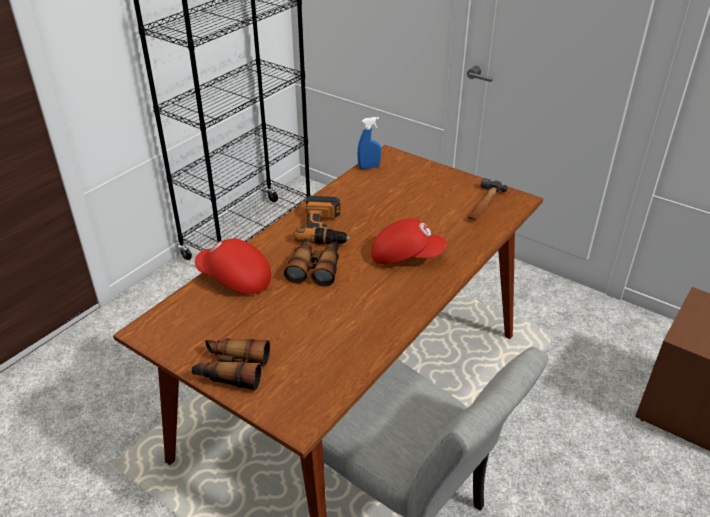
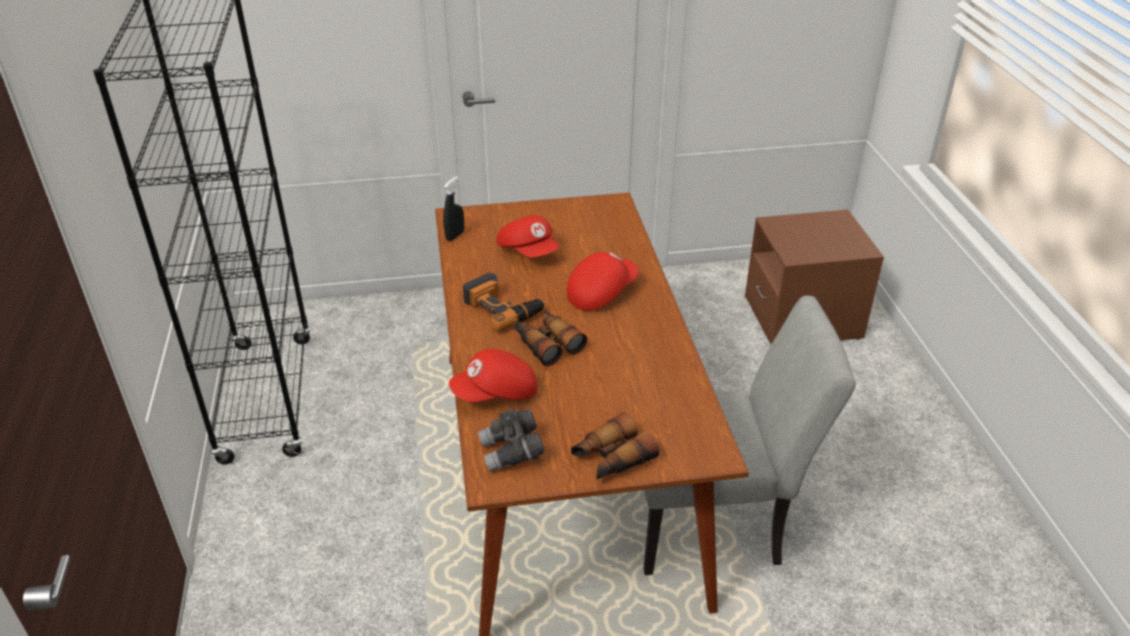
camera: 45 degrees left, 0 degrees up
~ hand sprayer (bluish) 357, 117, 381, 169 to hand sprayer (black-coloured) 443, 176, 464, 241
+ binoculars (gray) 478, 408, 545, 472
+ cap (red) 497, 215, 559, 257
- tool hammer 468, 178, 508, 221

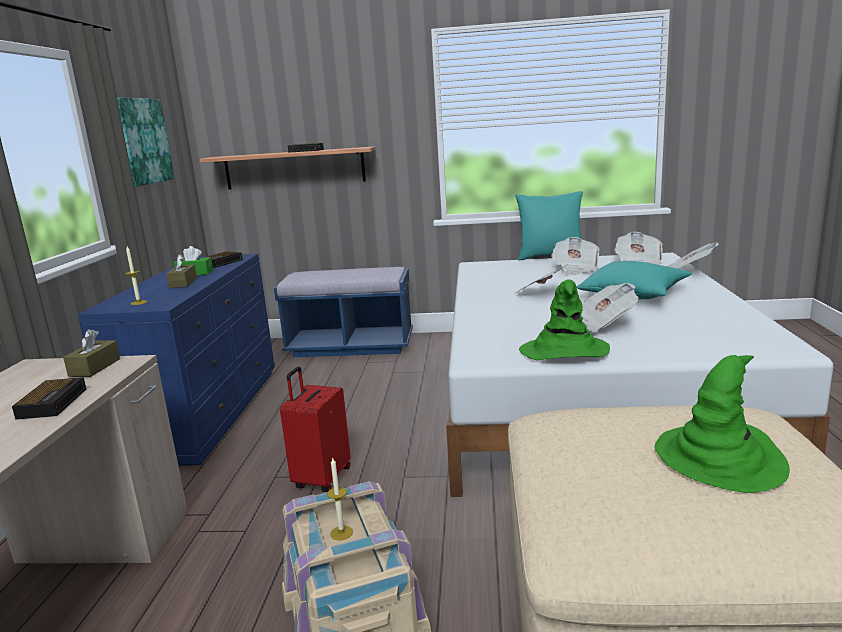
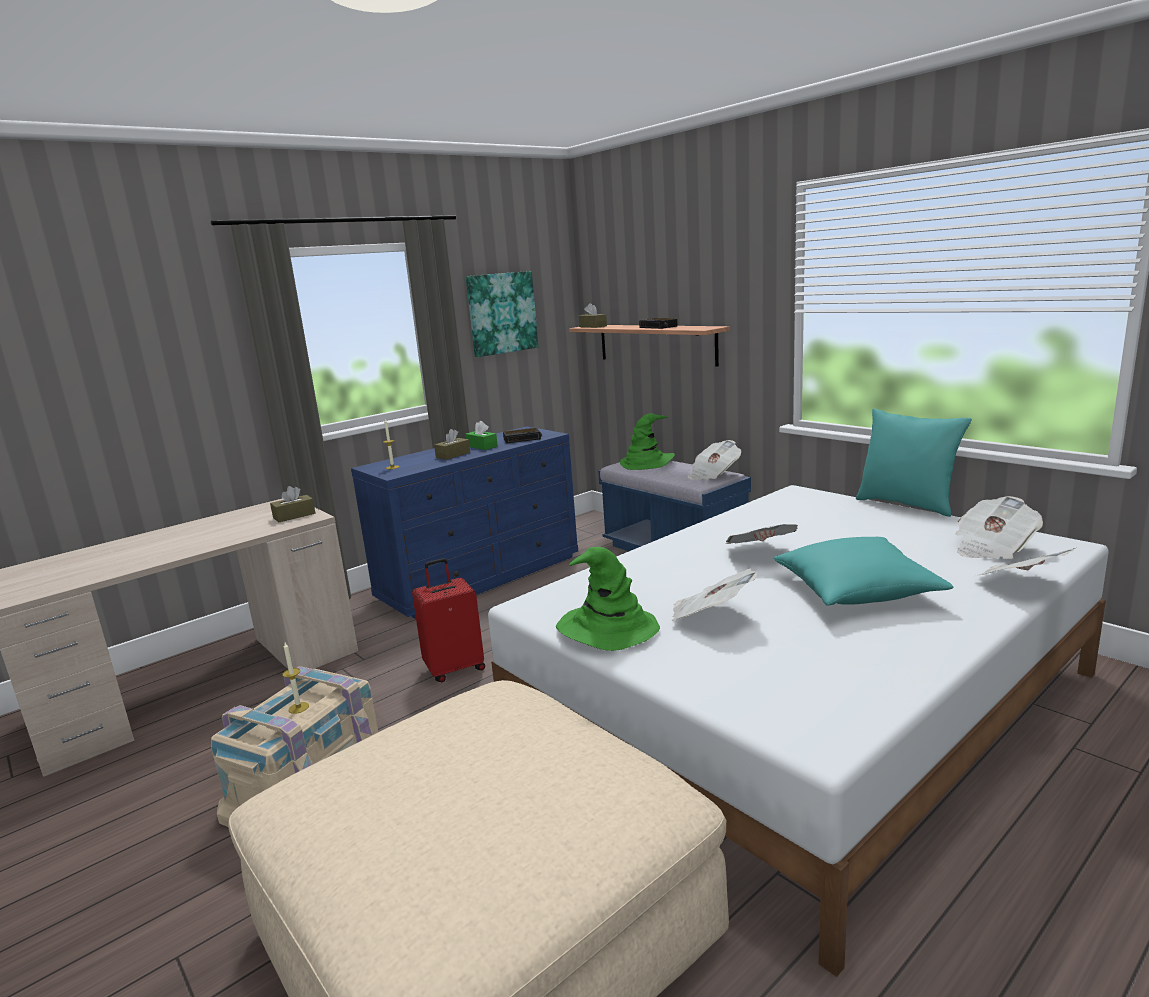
camera: 45 degrees right, 0 degrees up
+ box of tissues (brown) 579, 303, 607, 328
~ wearable hat (green) 655, 355, 790, 493 to 620, 413, 675, 470
~ daily paper 551, 237, 600, 275 to 687, 440, 741, 480
- bedside clock 12, 377, 86, 420

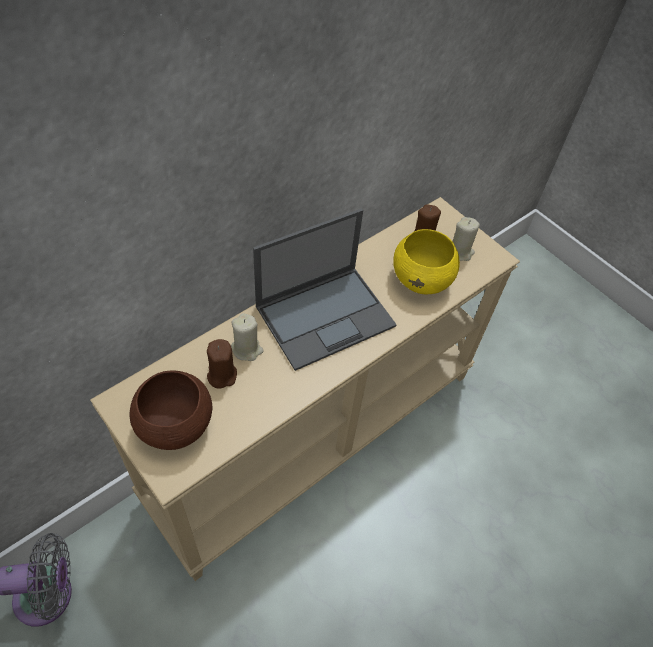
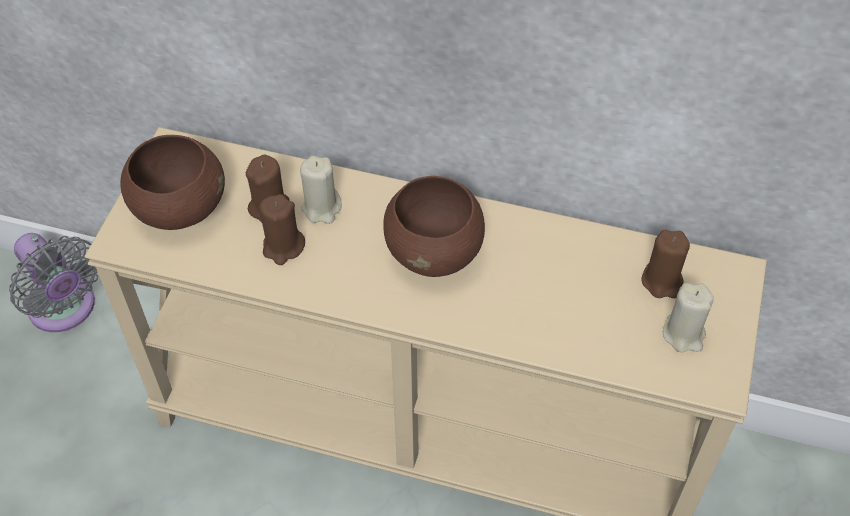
camera: 60 degrees right, 0 degrees up
+ candle (brown) 259, 194, 305, 265
~ notebook computer 253, 208, 397, 371 to deep dish (brown) 383, 176, 485, 277
- deep dish (yellow-coloured) 393, 229, 460, 294

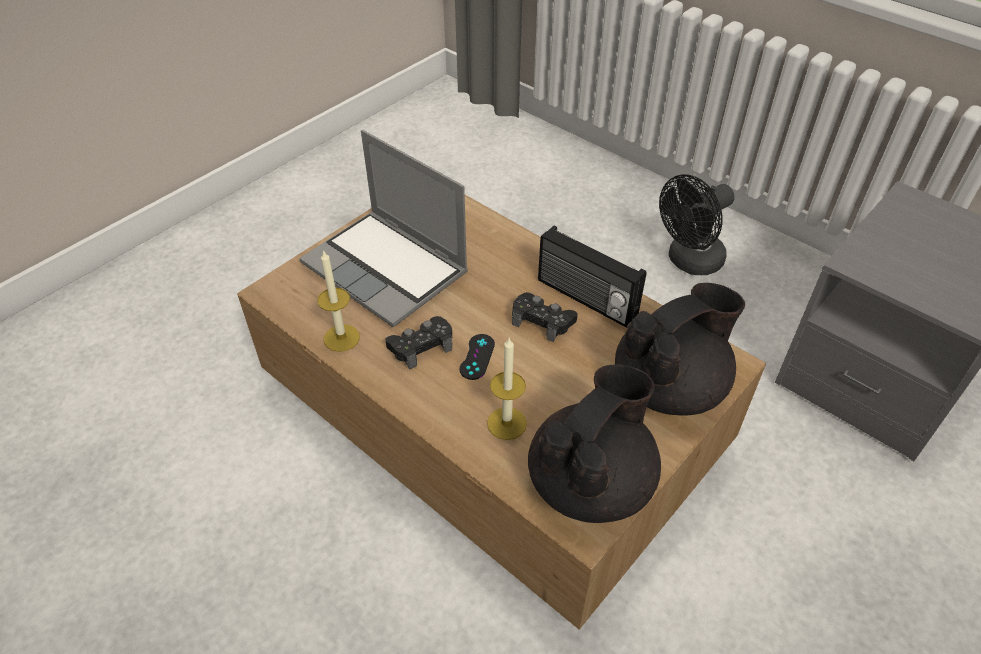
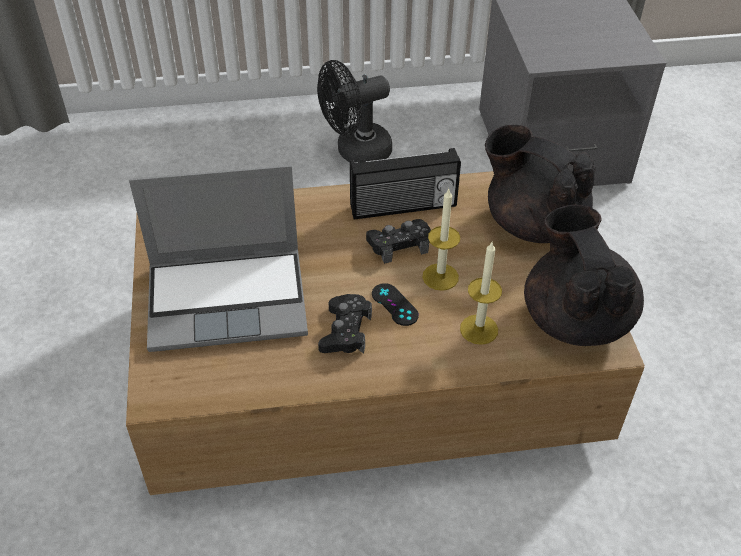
camera: 50 degrees left, 0 degrees up
~ cooling fan (black-coloured) 659, 174, 735, 275 = 317, 60, 392, 163 60 degrees clockwise
~ candle 317, 250, 360, 352 to 422, 189, 460, 291
~ pot for tea (black-coloured) 615, 283, 745, 416 = 485, 125, 595, 243 60 degrees counterclockwise

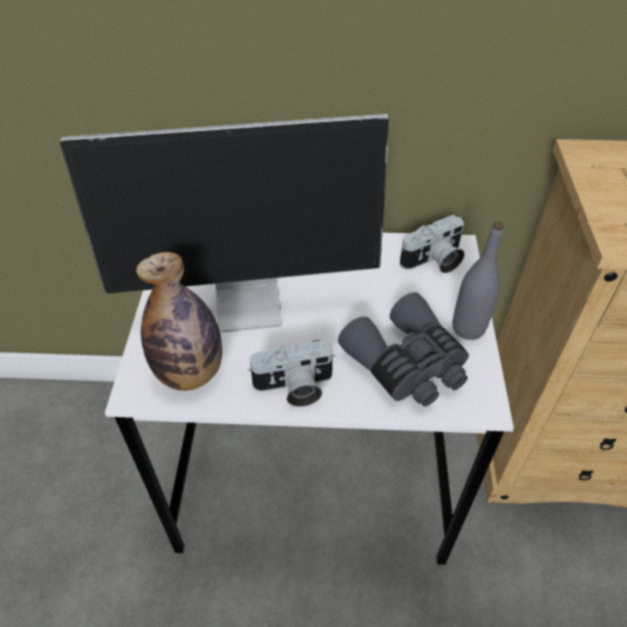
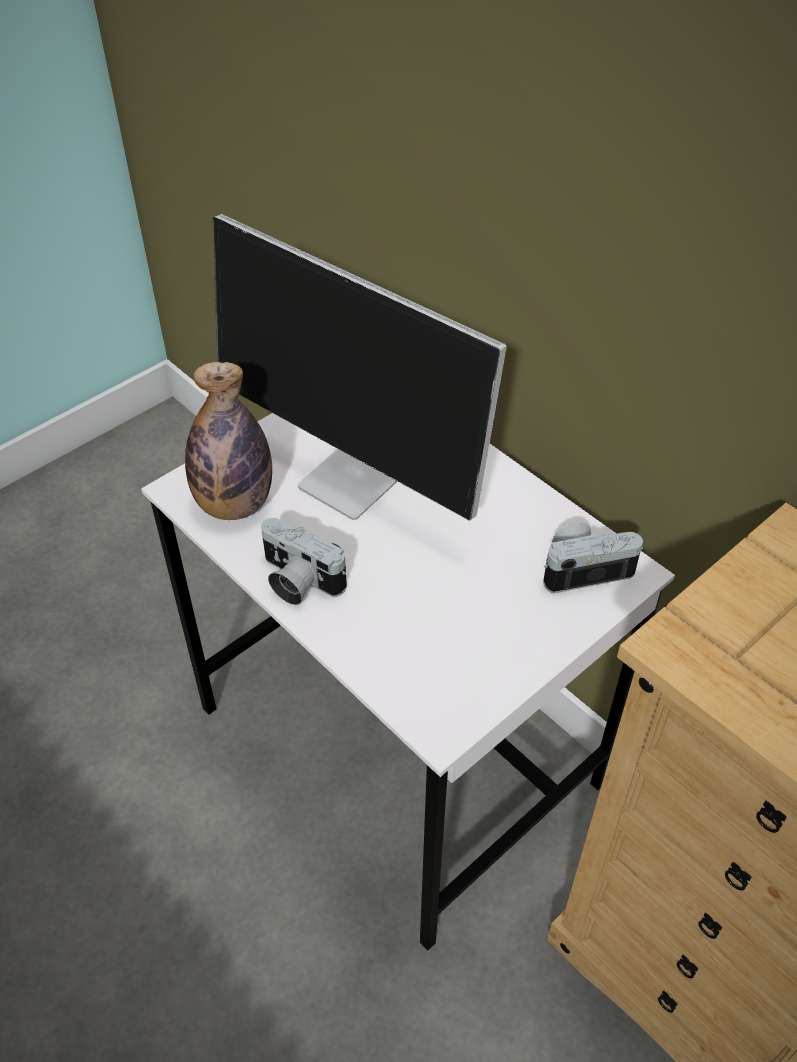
camera: 45 degrees right, 0 degrees up
~ photo camera 400, 215, 465, 273 = 543, 523, 643, 593 150 degrees clockwise
- binoculars (gray) 338, 292, 469, 406
- drink bottle (gray) 453, 221, 504, 340

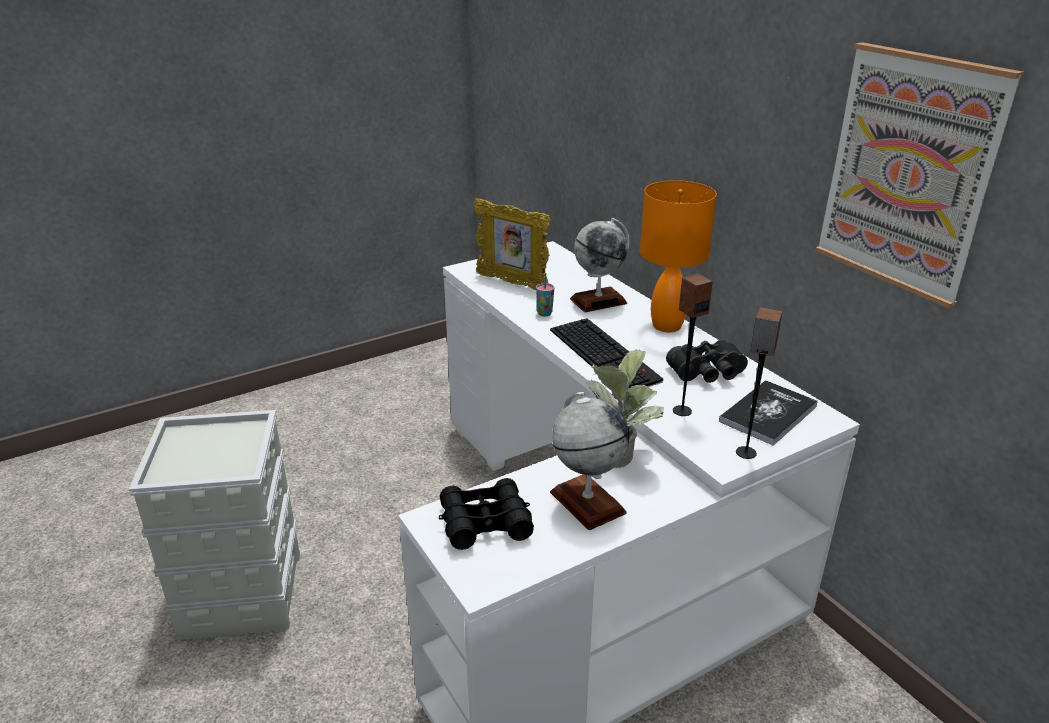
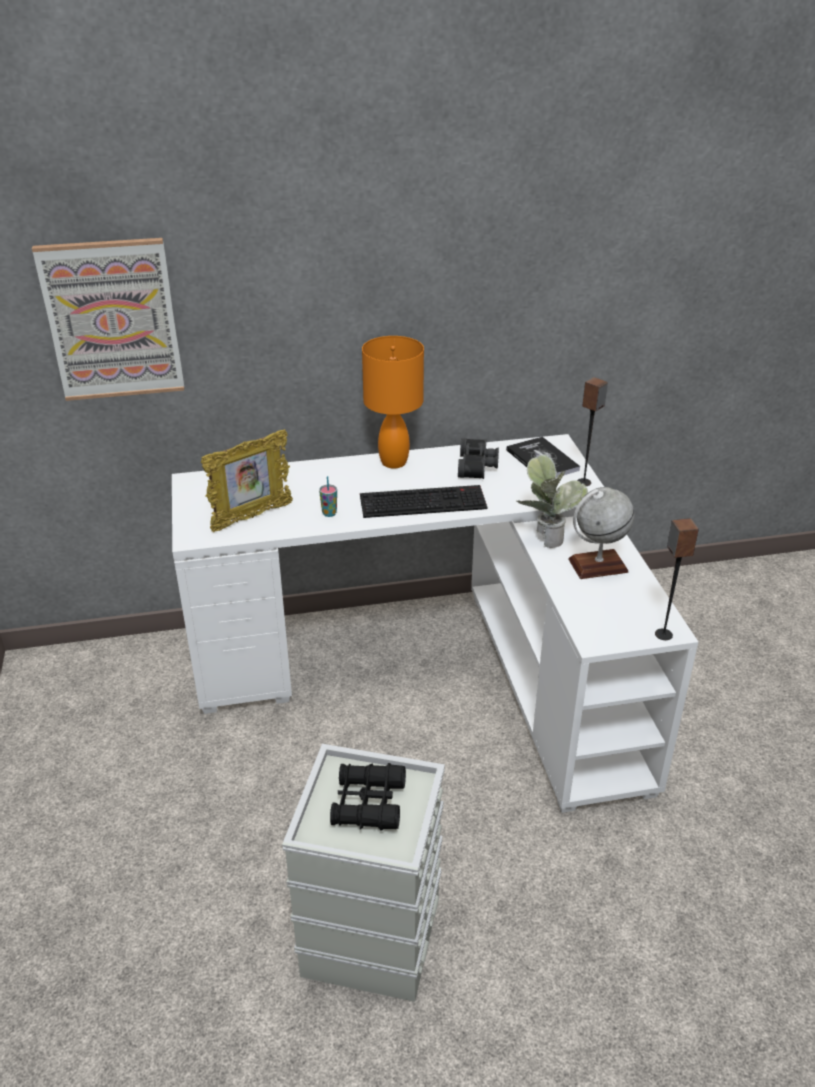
camera: 70 degrees left, 5 degrees up
~ wall picture 815, 42, 1024, 308 to 32, 238, 184, 401
~ binoculars (black-coloured) 439, 478, 534, 550 to 330, 763, 406, 830
~ loudspeaker 673, 273, 713, 416 to 655, 518, 699, 640
- desk globe 570, 218, 630, 312

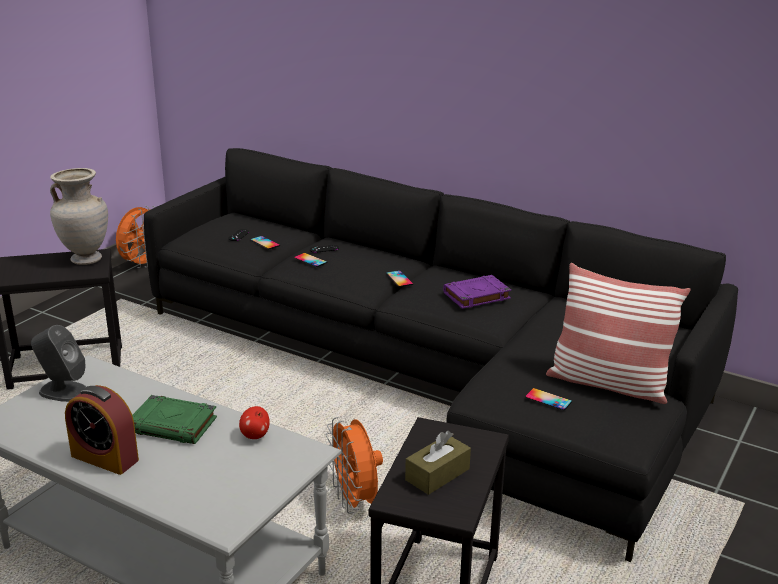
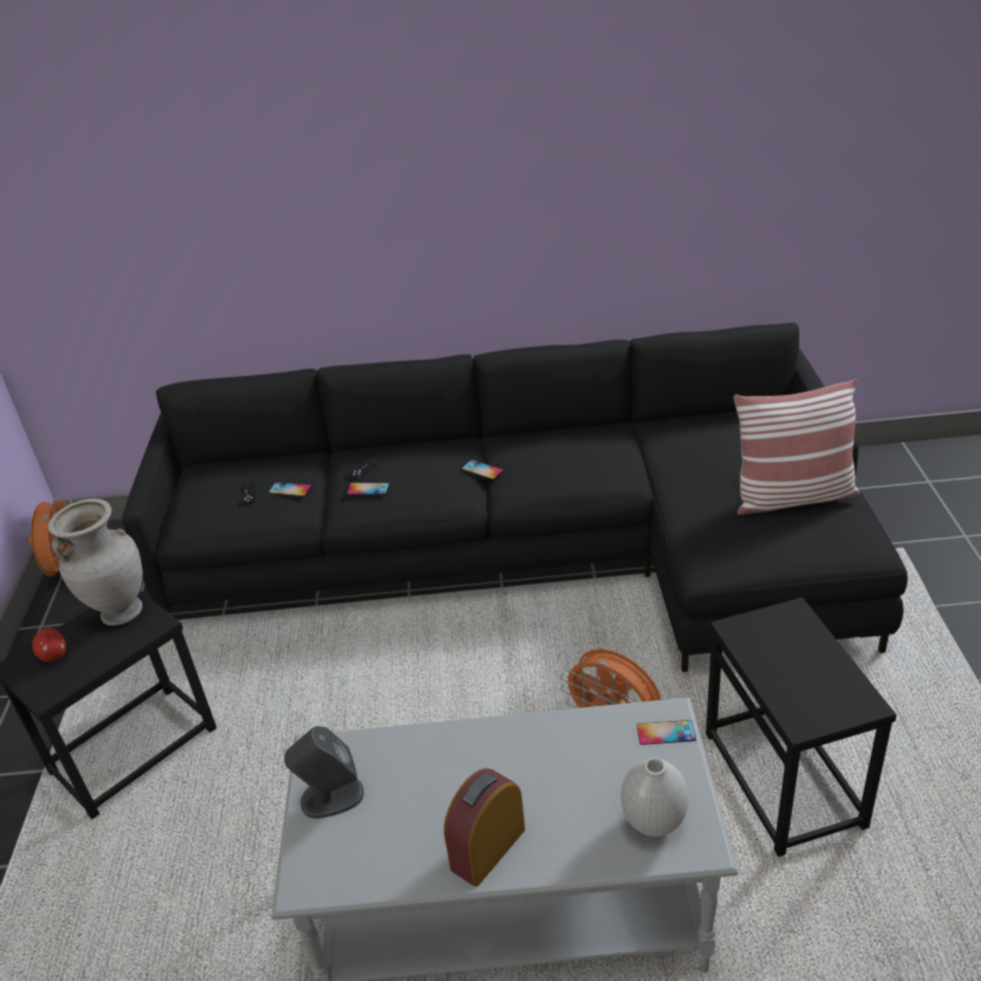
camera: 30 degrees left, 10 degrees up
~ apple fruit 239, 406, 270, 439 to 32, 628, 66, 662
~ bedside clock 65, 385, 139, 475 = 444, 768, 525, 887 135 degrees clockwise
+ decorative vase (whitish) 621, 758, 689, 837
~ telephone 526, 388, 572, 410 to 637, 720, 696, 745
- volume (green) 132, 395, 217, 444
- box of tissues (brown) 405, 431, 471, 495
- volume (purple) 443, 275, 511, 309

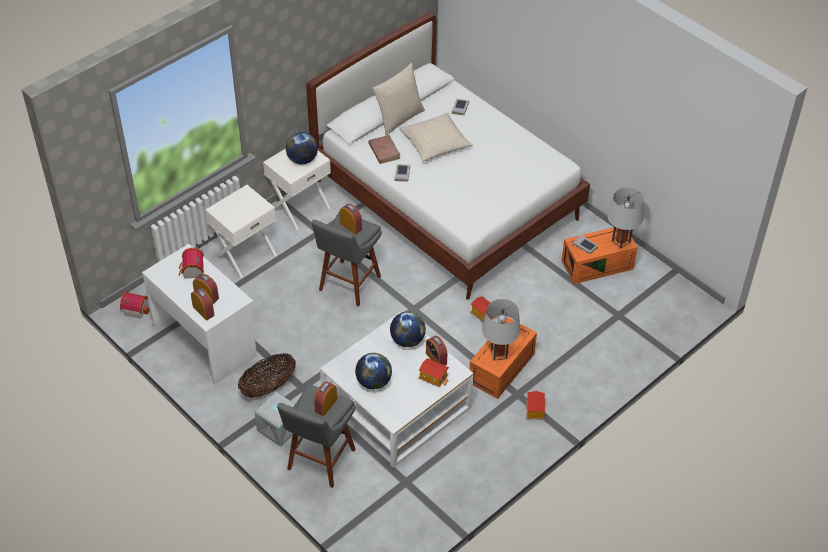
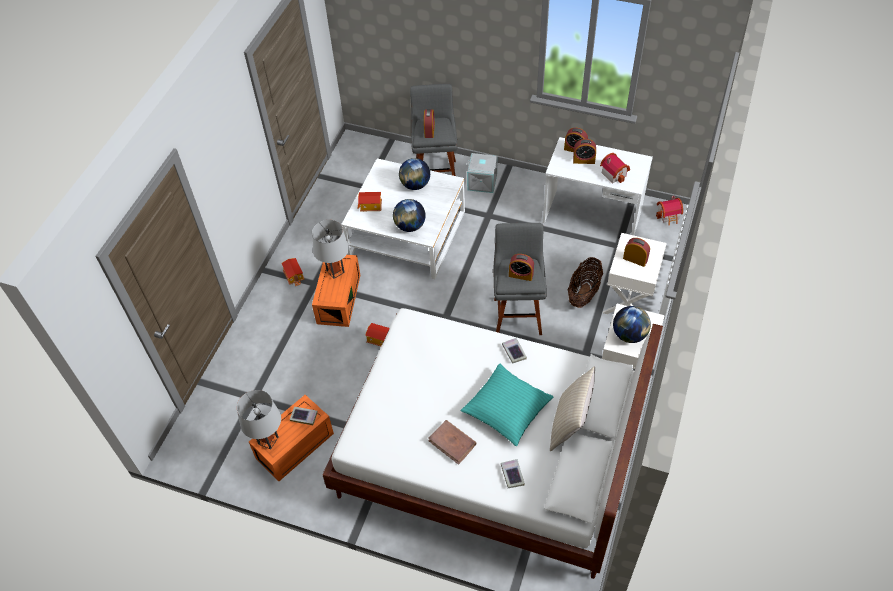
camera: 155 degrees right, 5 degrees up
~ volume (brown) 368, 135, 400, 164 to 428, 420, 476, 465
~ throw pillow (beige) 400, 113, 473, 162 to throw pillow (blue-green) 460, 363, 554, 446
~ basket 238, 353, 296, 398 to 568, 257, 603, 308
~ bedside clock 426, 336, 447, 366 to 623, 238, 650, 267

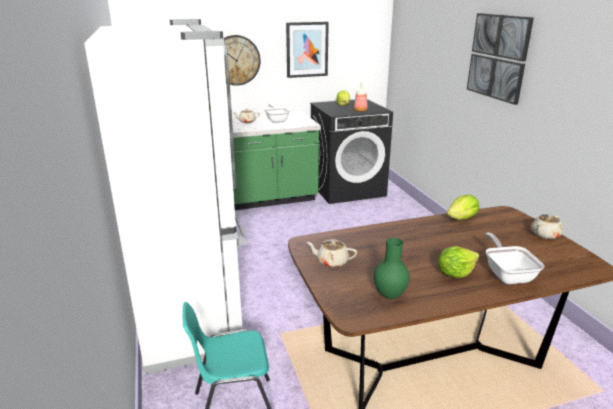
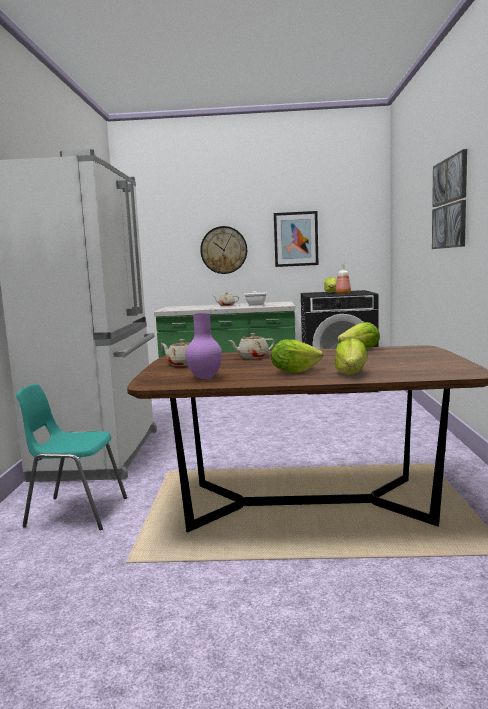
camera: 20 degrees right, 15 degrees down
~ decorative vase (green) 374, 238, 410, 299 to decorative vase (purple) 185, 313, 222, 379
~ pot for tea (beige) 531, 214, 563, 239 to 228, 333, 275, 359
~ skillet 485, 233, 544, 284 to head of lettuce 335, 338, 368, 374

